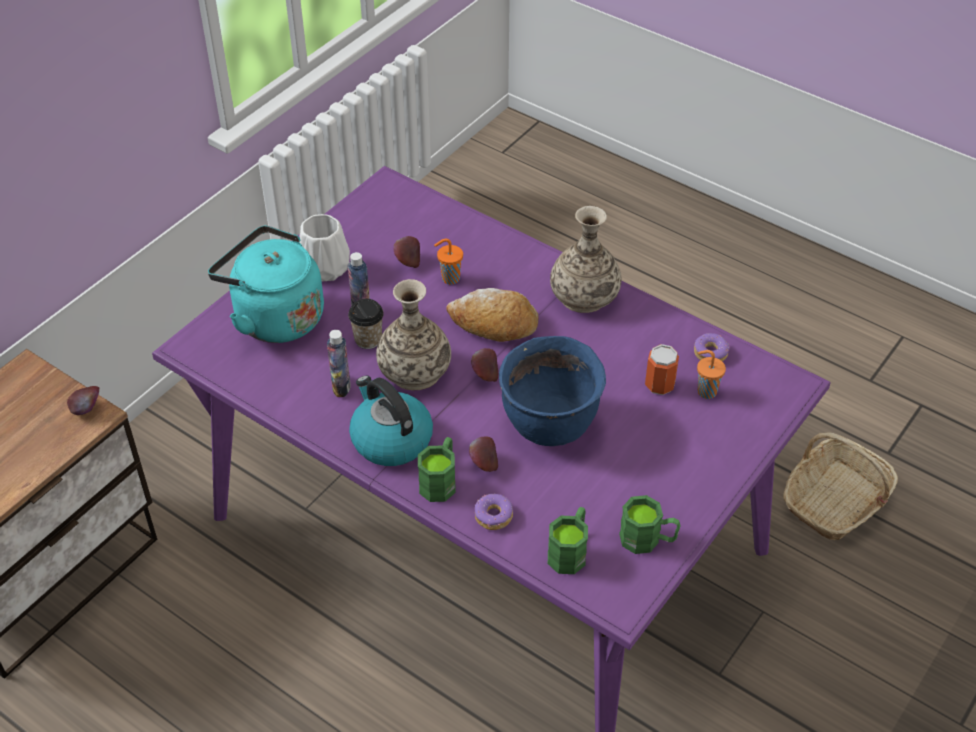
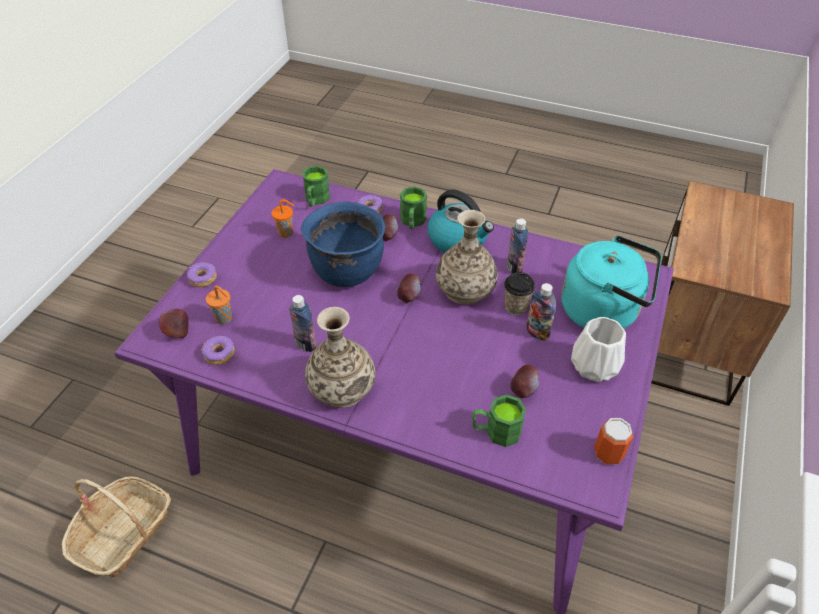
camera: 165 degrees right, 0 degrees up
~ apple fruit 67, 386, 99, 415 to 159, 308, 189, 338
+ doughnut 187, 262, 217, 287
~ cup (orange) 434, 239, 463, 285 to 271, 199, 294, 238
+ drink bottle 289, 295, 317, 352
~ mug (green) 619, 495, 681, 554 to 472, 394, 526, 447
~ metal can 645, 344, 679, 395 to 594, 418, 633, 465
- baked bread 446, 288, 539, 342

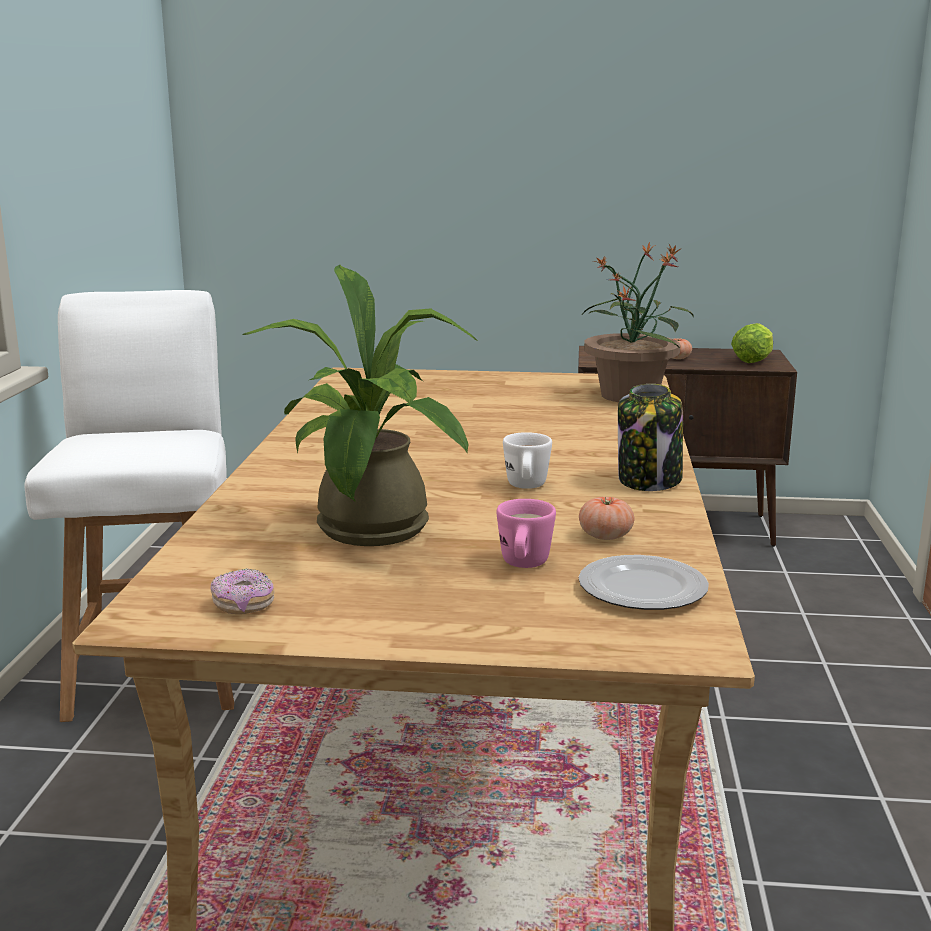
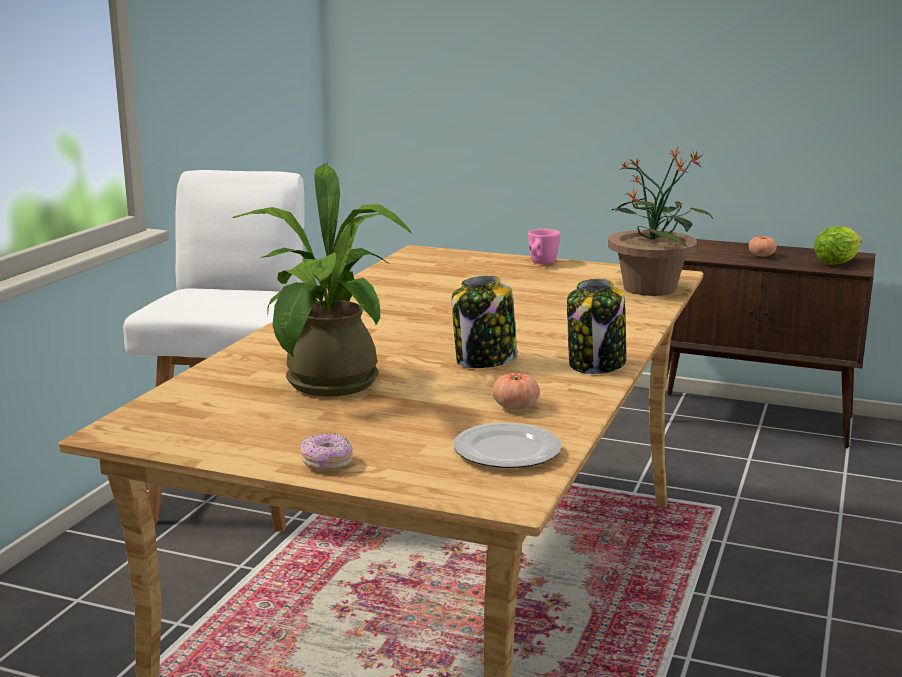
camera: 15 degrees right, 0 degrees up
~ doughnut 210, 568, 275, 614 to 300, 433, 353, 471
~ mug (whitish) 503, 432, 552, 489 to jar 452, 276, 517, 368
~ mug (pink) 496, 499, 556, 568 to 528, 229, 560, 264

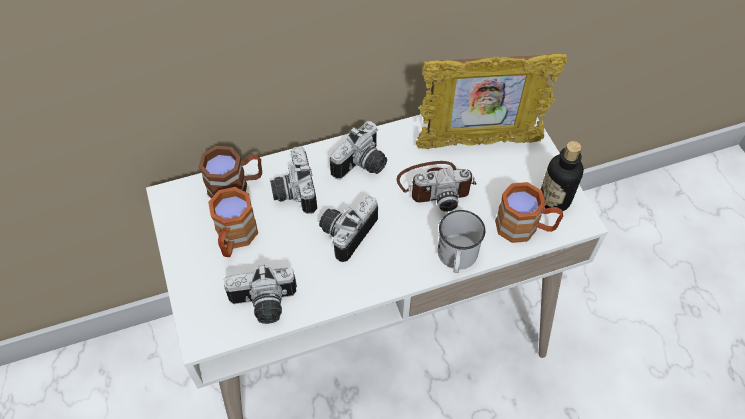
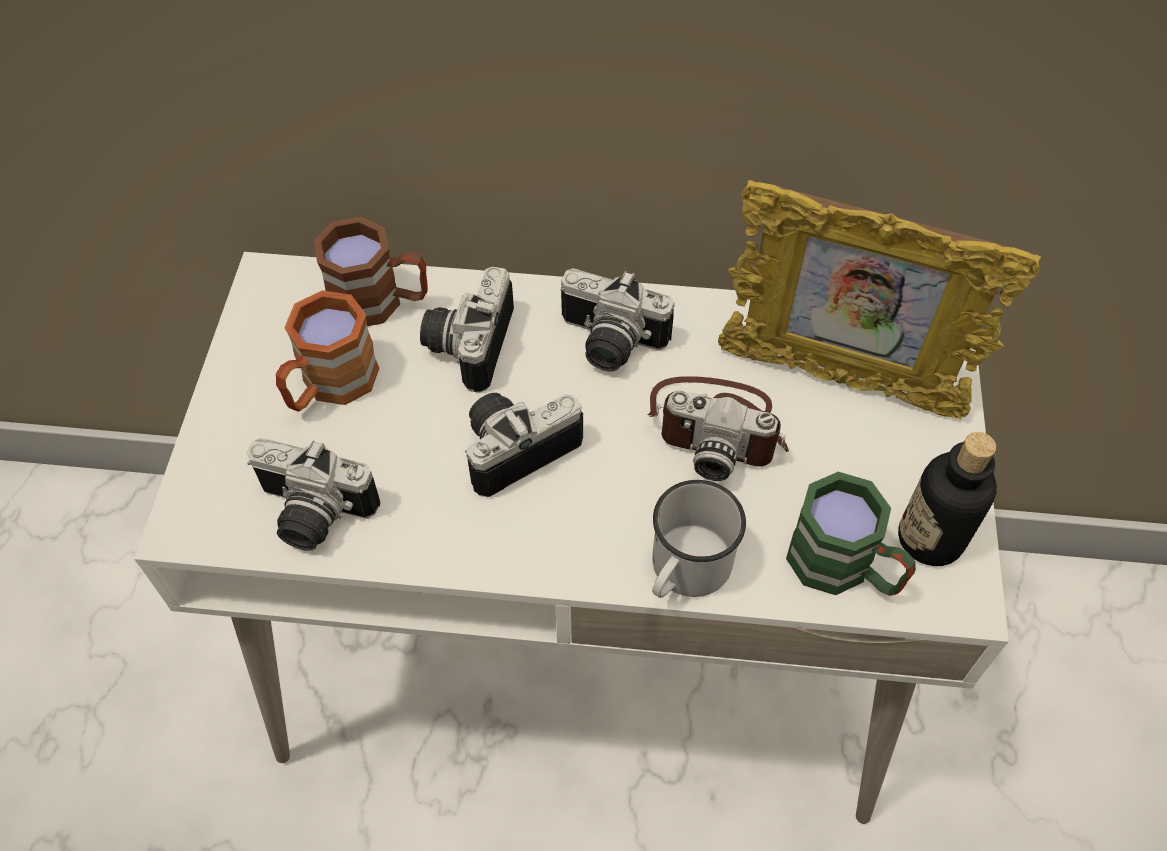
camera: 25 degrees right, 0 degrees up
~ photo camera 330, 121, 387, 179 = 561, 268, 675, 372 45 degrees clockwise
~ mug (brown) 495, 182, 563, 243 to mug (green) 786, 472, 916, 596

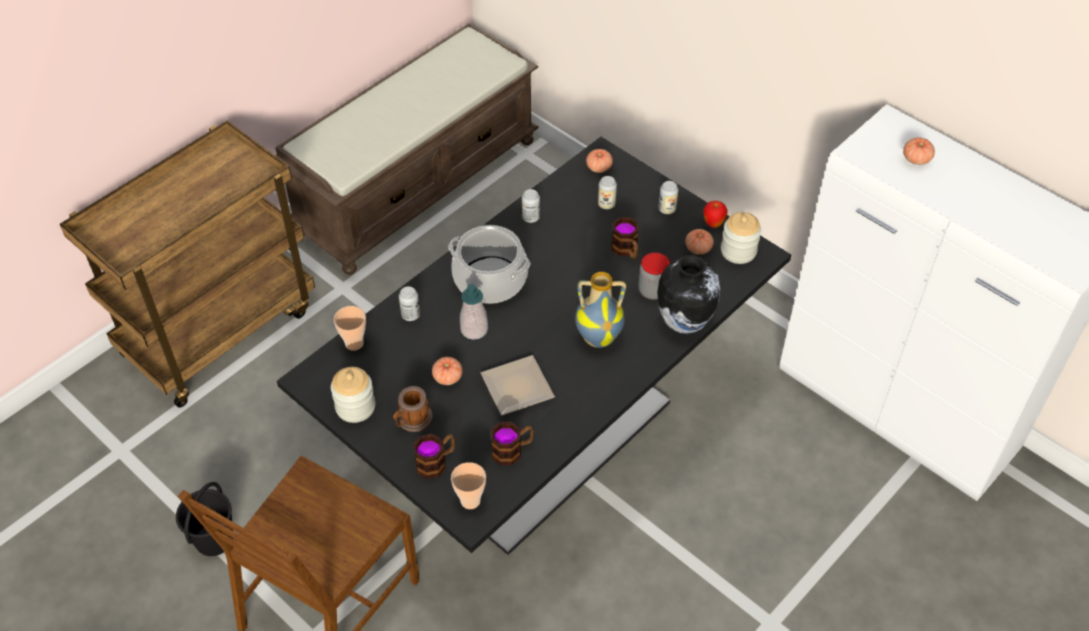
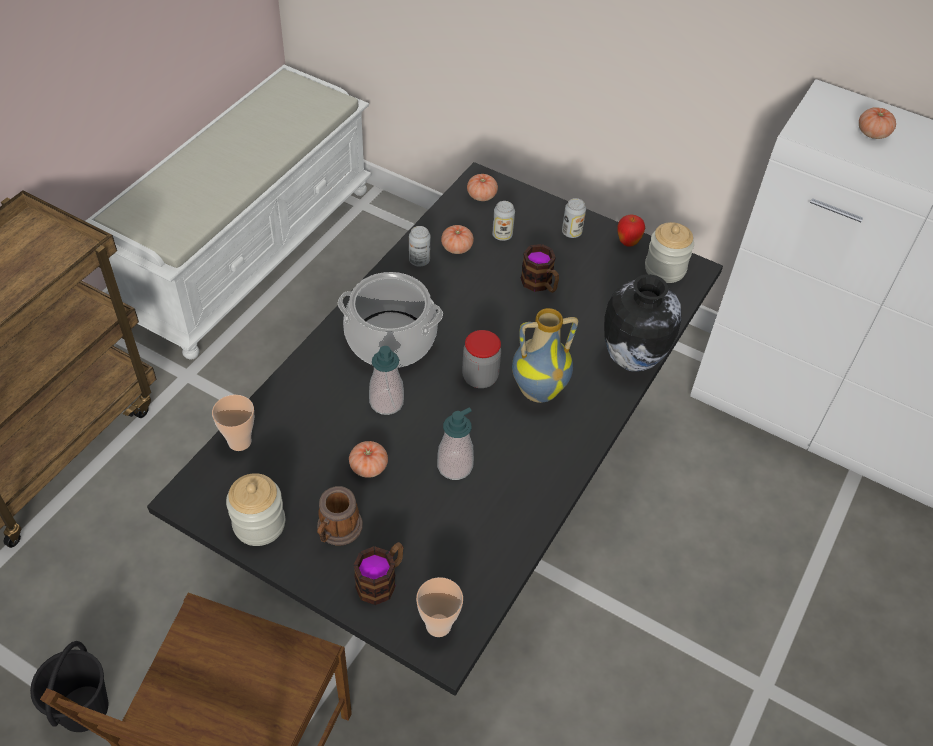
camera: 15 degrees left, 0 degrees up
~ indoor bench (brown) 275, 22, 539, 275 to indoor bench (whitish) 86, 65, 372, 360
~ dinner plate 481, 355, 555, 416 to soap dispenser 437, 408, 474, 480
~ tomato 685, 229, 714, 255 to 441, 225, 474, 254
~ jar 638, 252, 670, 300 to 462, 330, 501, 388
- metal can 399, 286, 420, 321
- mug 491, 422, 534, 465

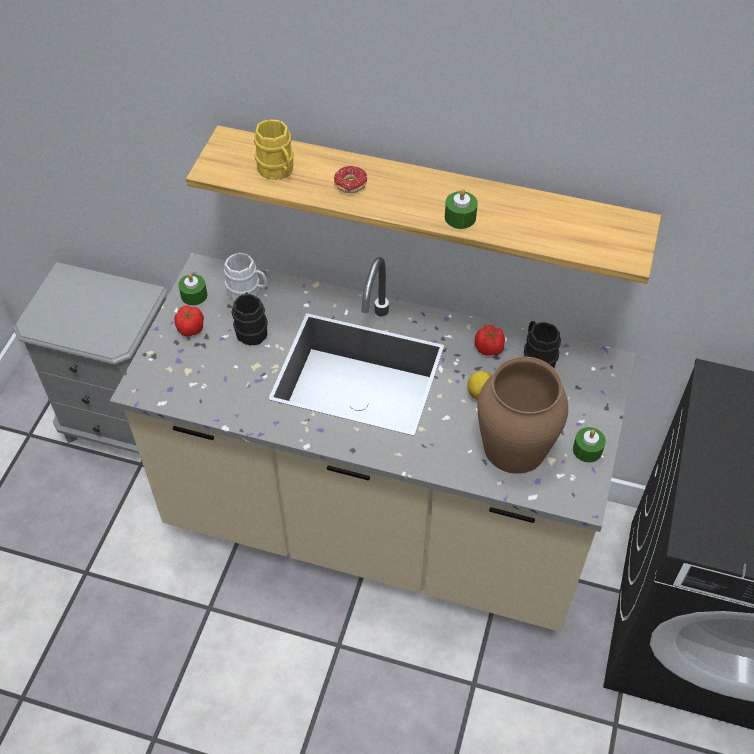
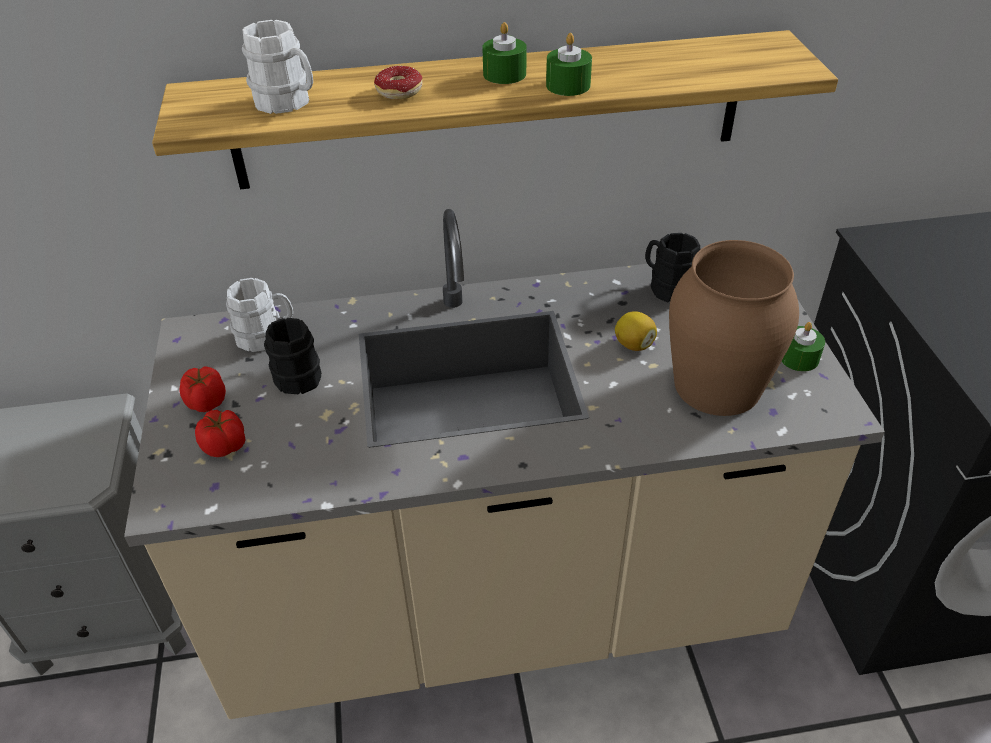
camera: 25 degrees left, 10 degrees down
~ tomato 475, 325, 505, 356 to 195, 410, 245, 457
~ mug (yellow-coloured) 254, 119, 293, 180 to mug (whitish) 242, 20, 313, 114
~ candle (green) 178, 274, 207, 306 to 482, 22, 527, 84

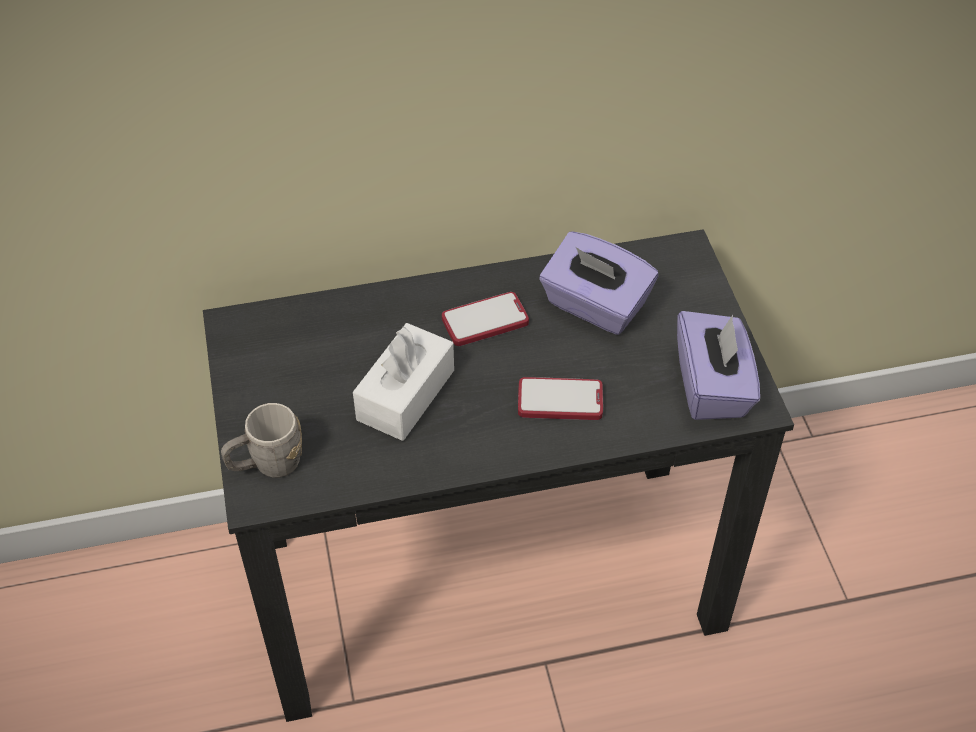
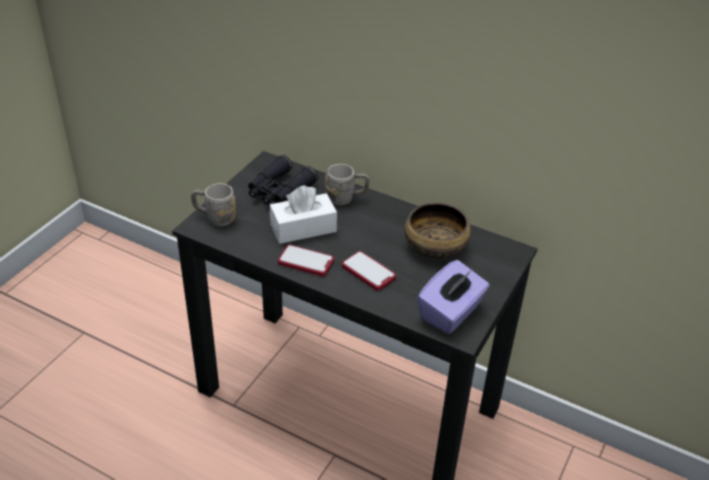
camera: 40 degrees right, 10 degrees down
+ binoculars (black-coloured) 248, 155, 318, 204
~ telephone 442, 292, 529, 346 to 278, 245, 334, 277
+ mug (gray) 325, 164, 369, 206
~ box of tissues (purple) 539, 231, 658, 335 to deep dish 405, 203, 471, 259

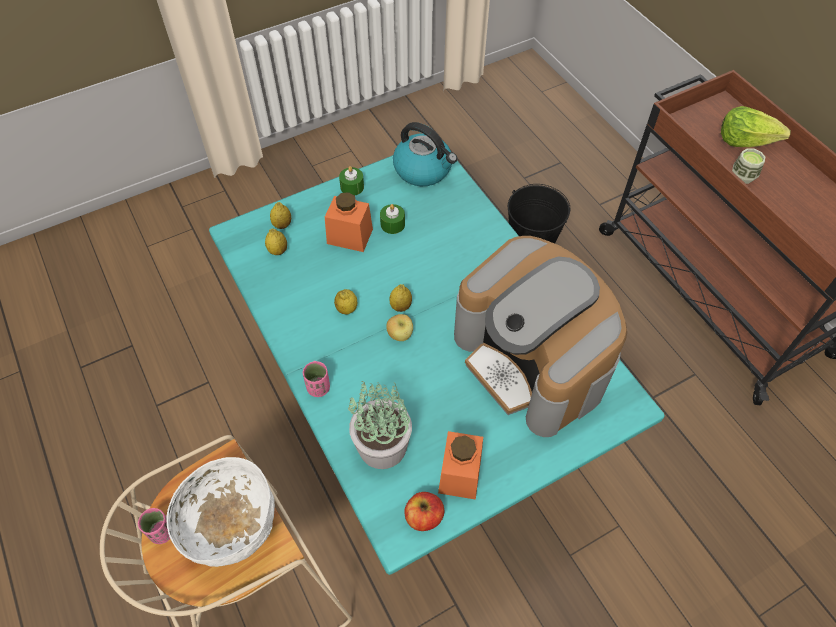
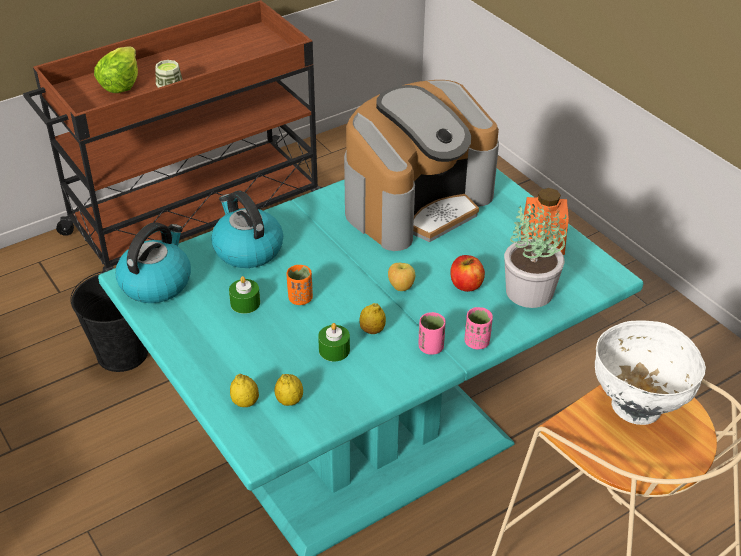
camera: 95 degrees left, 15 degrees down
+ kettle 211, 190, 283, 268
+ cup (orange) 286, 265, 313, 305
~ candle (green) 339, 166, 364, 196 to 318, 323, 350, 362
~ cup (pink) 138, 508, 170, 544 to 419, 312, 445, 355
~ apple fruit 404, 492, 444, 531 to 450, 255, 485, 292
- jar (orange) 325, 192, 373, 252
- lemon 389, 284, 412, 312

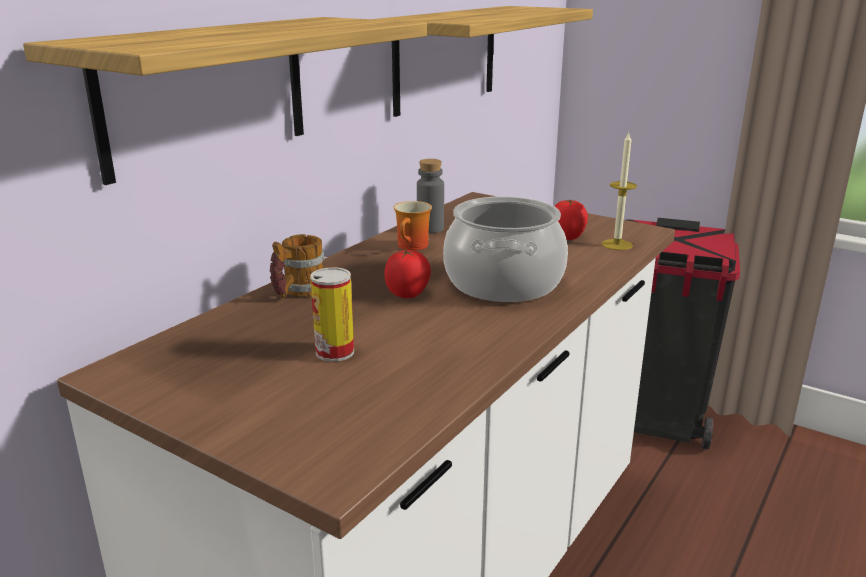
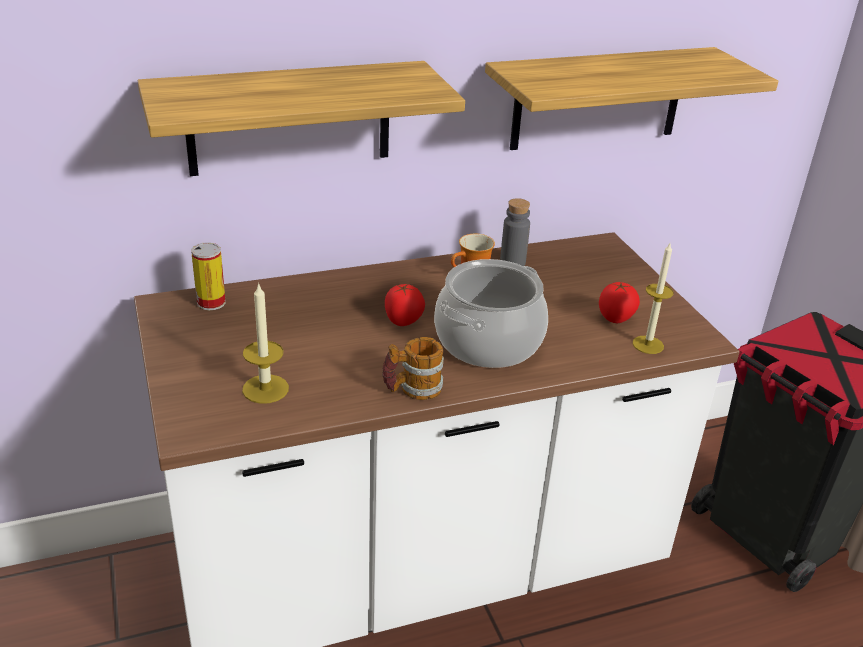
camera: 35 degrees right, 10 degrees up
~ metal can 310, 267, 354, 362 to 191, 242, 226, 310
+ candle 242, 282, 289, 404
~ mug 270, 234, 325, 298 to 382, 337, 444, 400

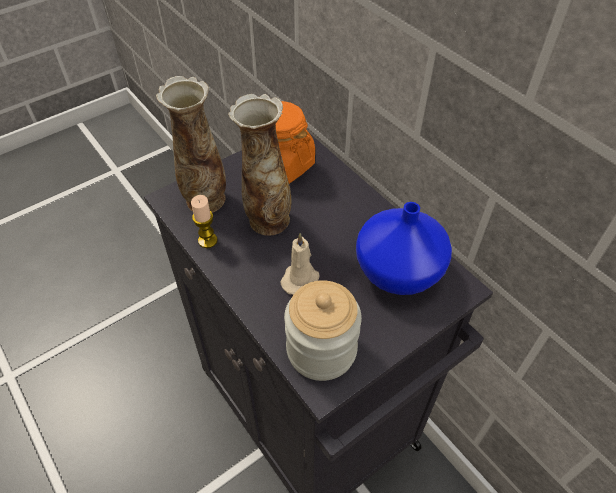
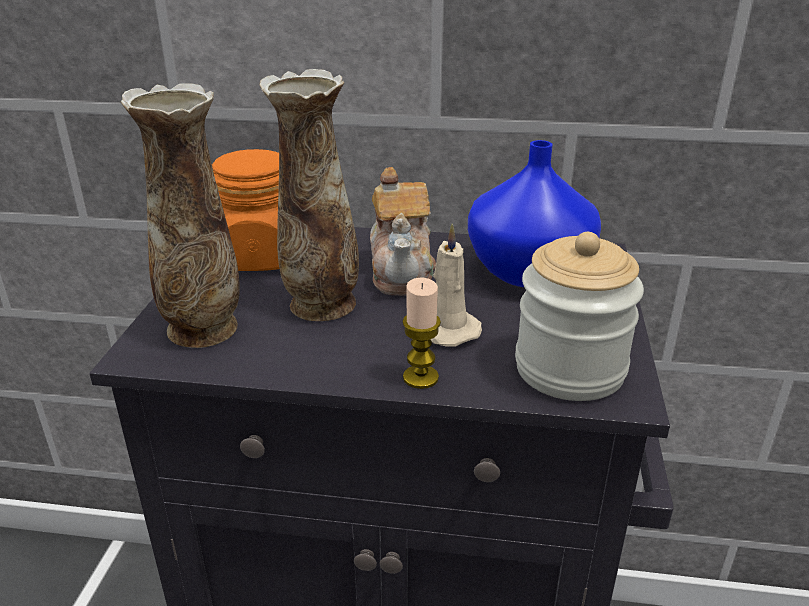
camera: 45 degrees left, 20 degrees down
+ pot for tea 370, 167, 436, 296
~ candle 191, 195, 218, 248 to 402, 277, 441, 389

